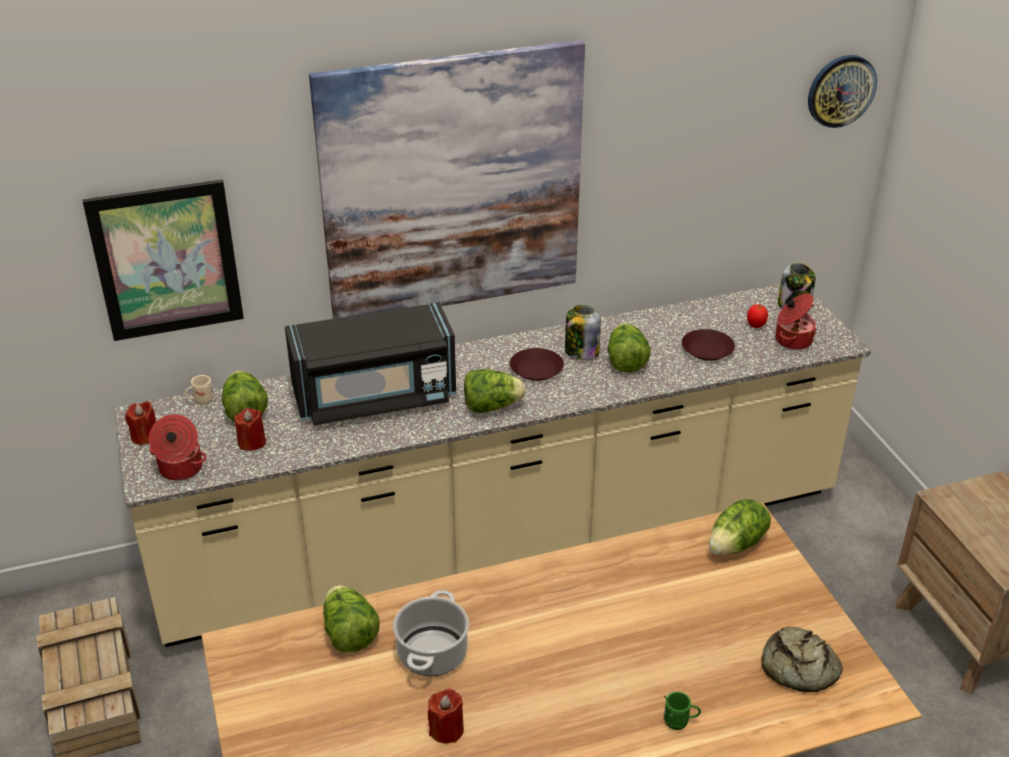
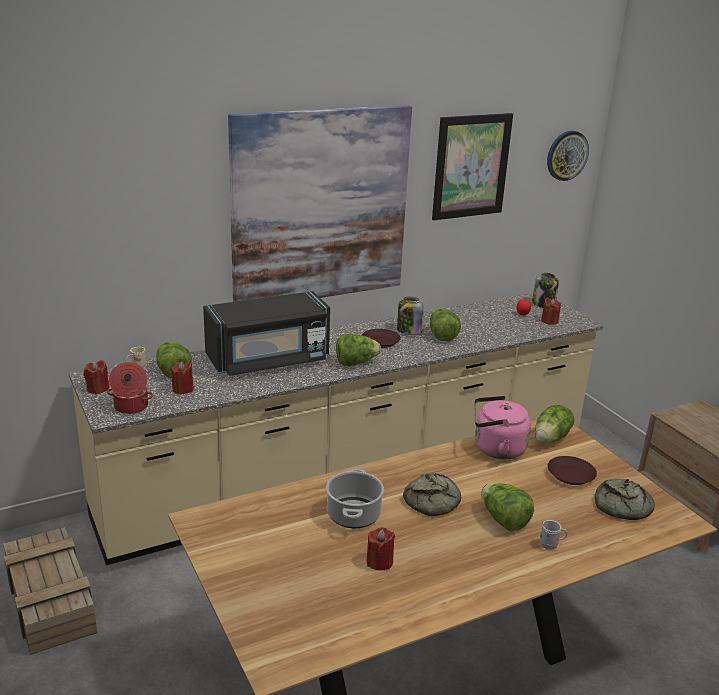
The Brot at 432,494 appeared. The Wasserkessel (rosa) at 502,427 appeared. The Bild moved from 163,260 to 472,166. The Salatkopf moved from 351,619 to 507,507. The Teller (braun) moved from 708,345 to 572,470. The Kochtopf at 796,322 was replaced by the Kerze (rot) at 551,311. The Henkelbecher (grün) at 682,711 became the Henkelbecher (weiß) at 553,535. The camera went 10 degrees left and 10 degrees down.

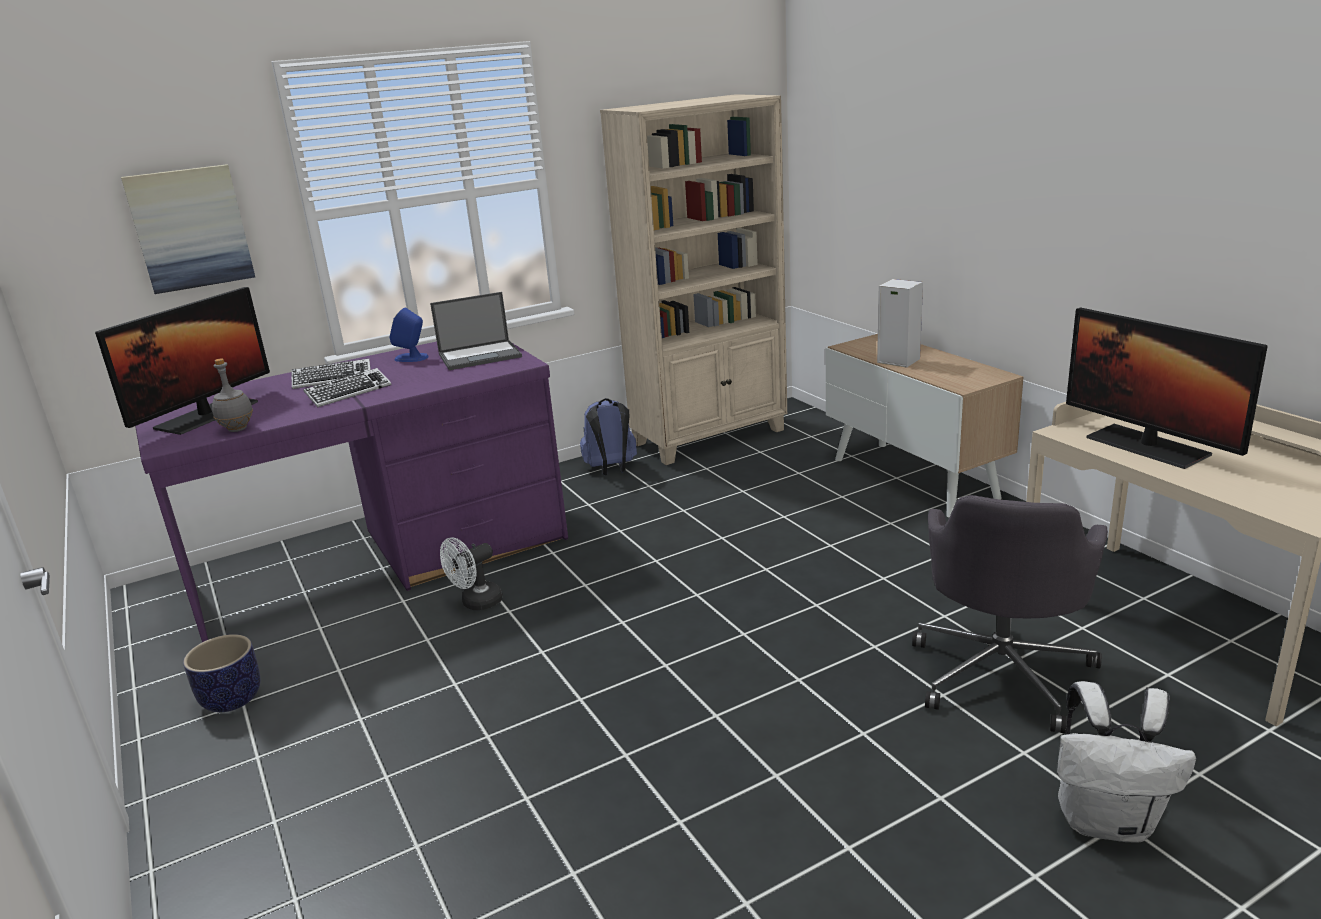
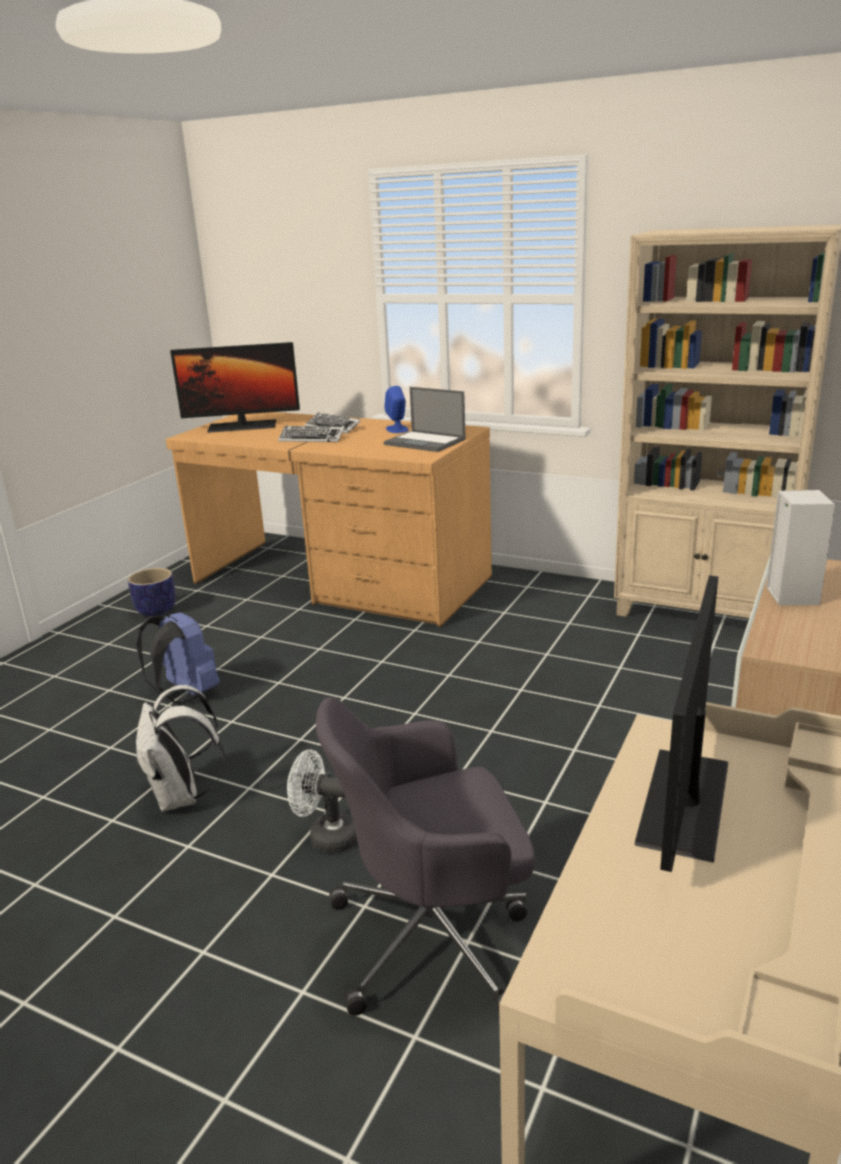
The Bild at 188,229 disappeared. The Flasche (grau) at 232,395 disappeared. The Ventilator (weiß) moved from 471,573 to 322,801. The Rucksack (blau) moved from 608,436 to 178,657. The Rucksack (weiß) moved from 1126,762 to 180,748. The Schreibtisch (lila) at 351,491 became the Schreibtisch (braun) at 329,519. The camera went 55 degrees right and 0 degrees up.

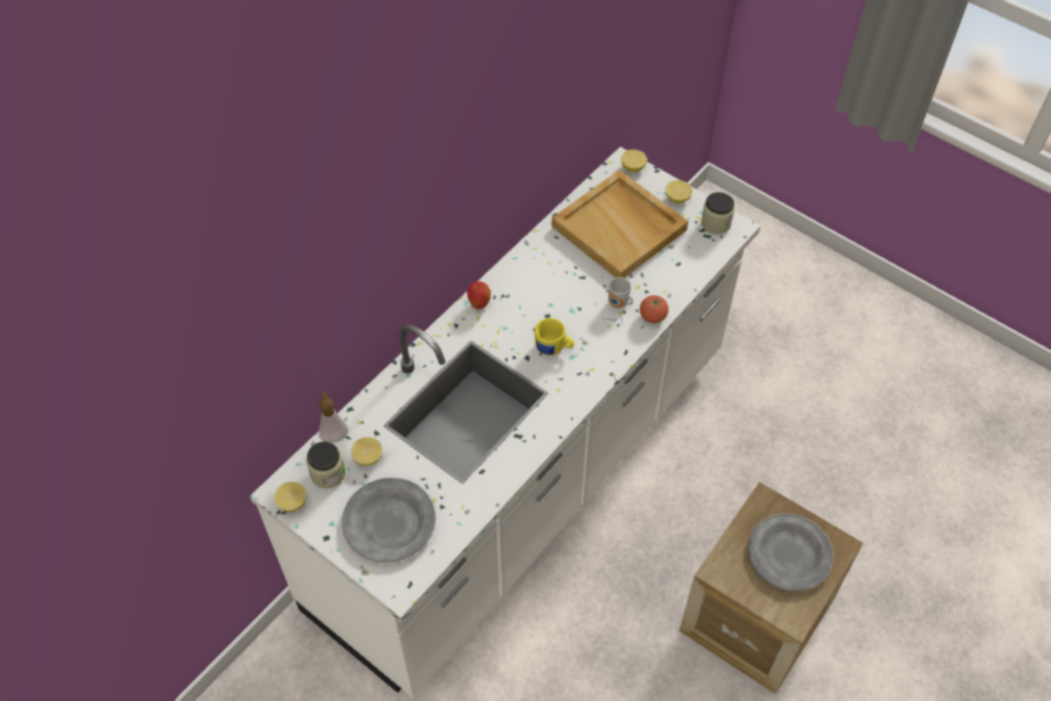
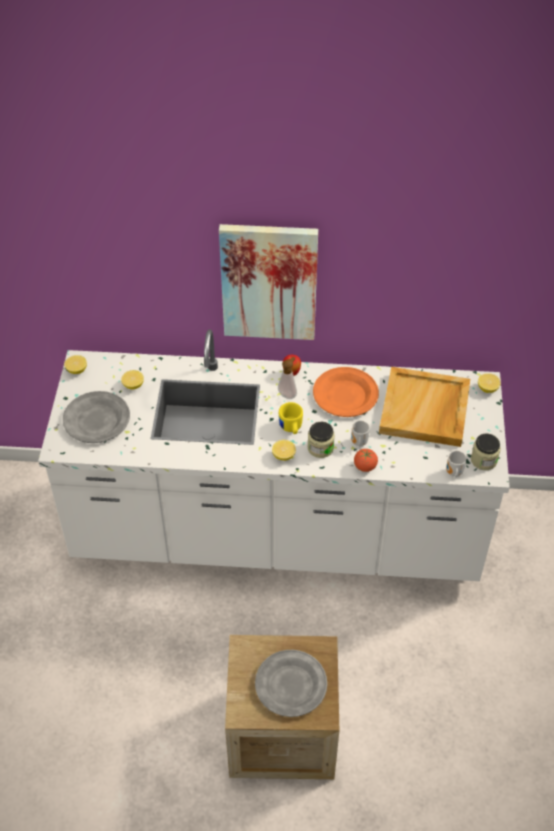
The Bild at 268,282 appeared. The Teller (orange) at 346,392 appeared. The Henkelbecher at 456,464 appeared. The Vorratsglas moved from 326,465 to 321,440. The Seifenspender moved from 333,417 to 287,378. The Zitrone moved from 678,191 to 284,450. The camera went 55 degrees right and 5 degrees down.

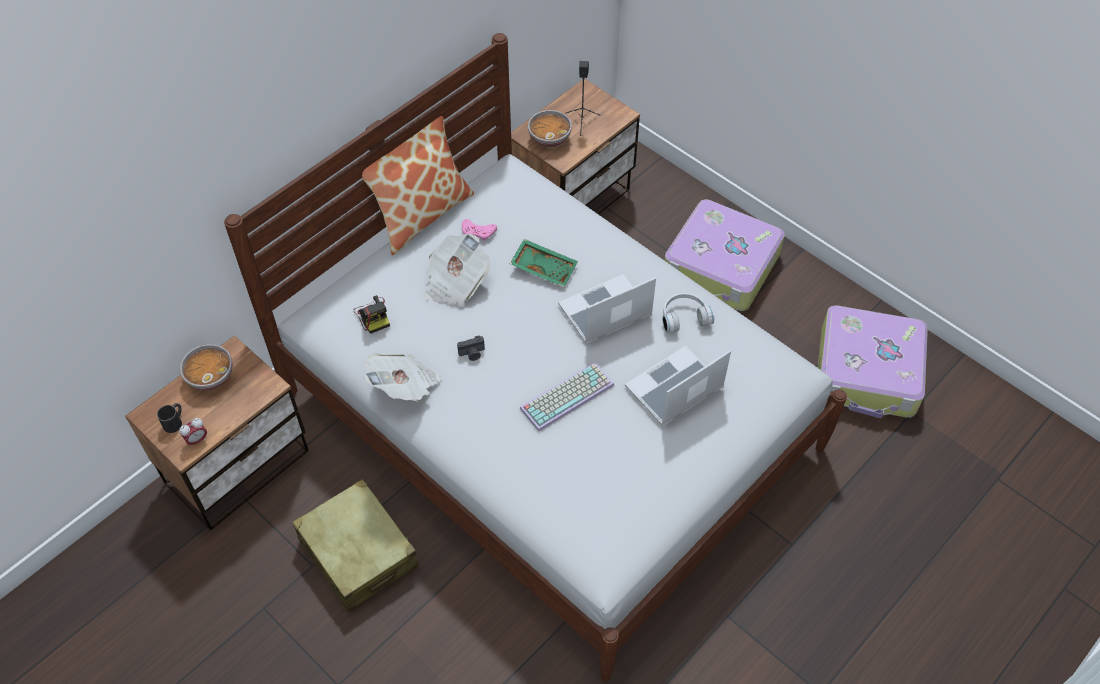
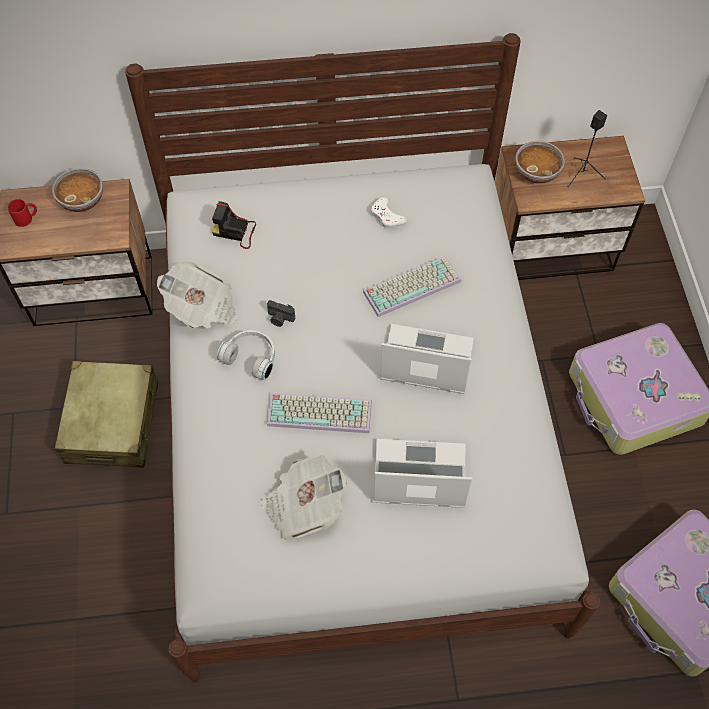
The Wecker at 193,432 disappeared. The Kissen at 418,185 disappeared. The Zeitung moved from 457,270 to 304,497. The Kopfhörer (weiß) moved from 688,313 to 246,355. The Tablett (grün) at 544,263 was replaced by the Tastatur at 412,286. The Henkelbecher (schwarz) at 169,418 became the Henkelbecher (rot) at 22,213. The Gamepad (rosa) at 479,230 became the Gamepad (weiß) at 389,212. The Kamera at 371,314 turned 90 degrees clockwise. The camera went 40 degrees right and 5 degrees up.

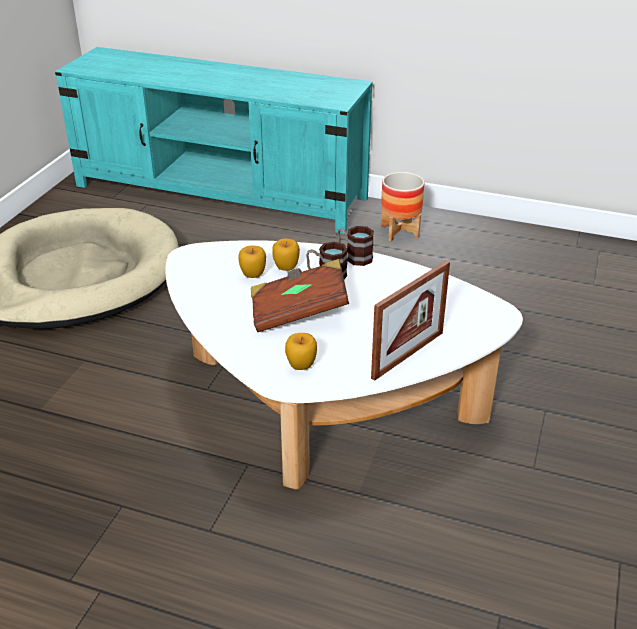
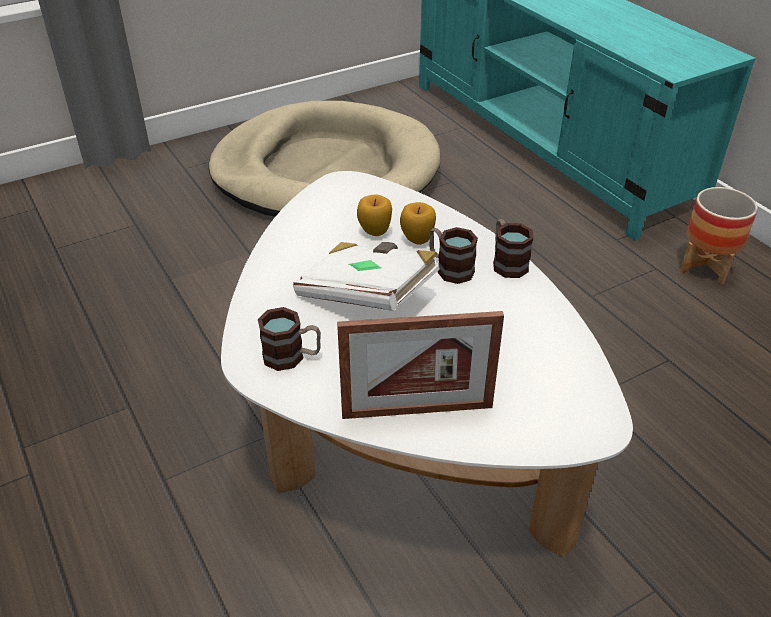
The Apfel at 301,351 was replaced by the Henkelbecher at 289,339. The Buch (braun) at 300,295 became the Buch (weiß) at 366,276. The camera went 40 degrees right and 5 degrees up.

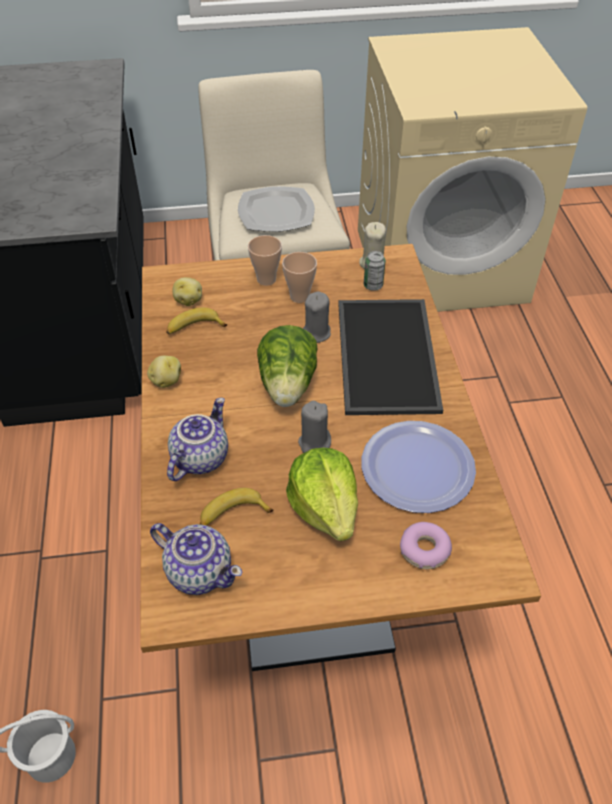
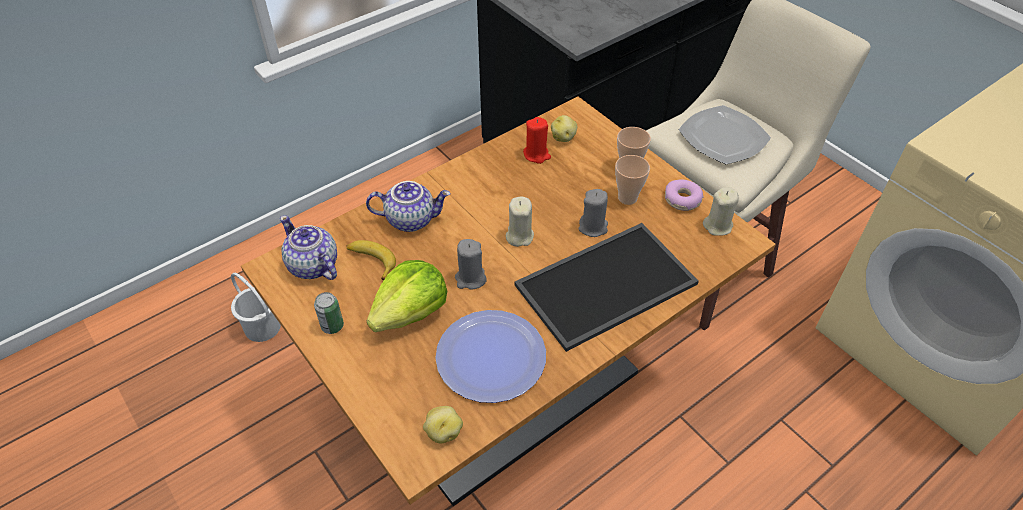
The Kartoffel moved from 164,372 to 443,425. The Dose moved from 375,271 to 329,313. The Donut moved from 426,545 to 684,195. The Banane at 196,320 was replaced by the Kerze (rot) at 537,140. The Salatkopf at 287,366 was replaced by the Kerze (beige) at 519,222. The Teekanne at 196,559 turned 135 degrees clockwise. The camera went 60 degrees right and 0 degrees up.

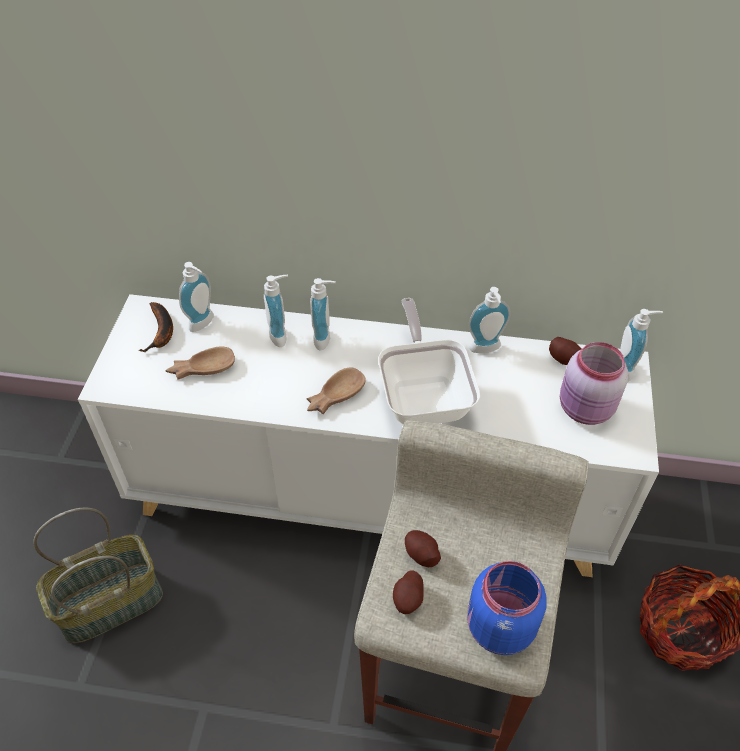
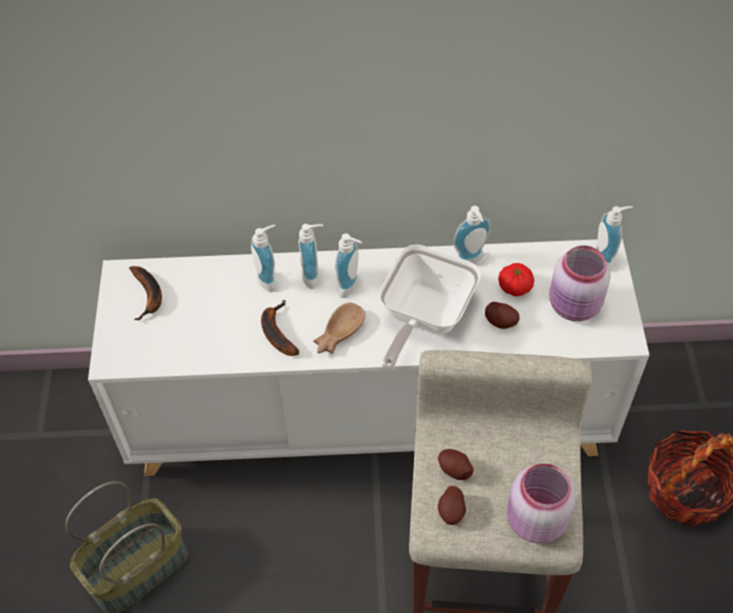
The Schüssel (braun) at 200,363 disappeared. The Banane at 280,328 appeared. The Tomate at 516,279 appeared. The Seifenspender moved from 196,297 to 348,265. The Kartoffel moved from 565,351 to 502,315. The Vorratsglas (blau) at 507,608 became the Vorratsglas (rosa) at 541,503. The Pfanne at 429,361 turned 135 degrees counterclockwise. The camera went 10 degrees left and 5 degrees up.

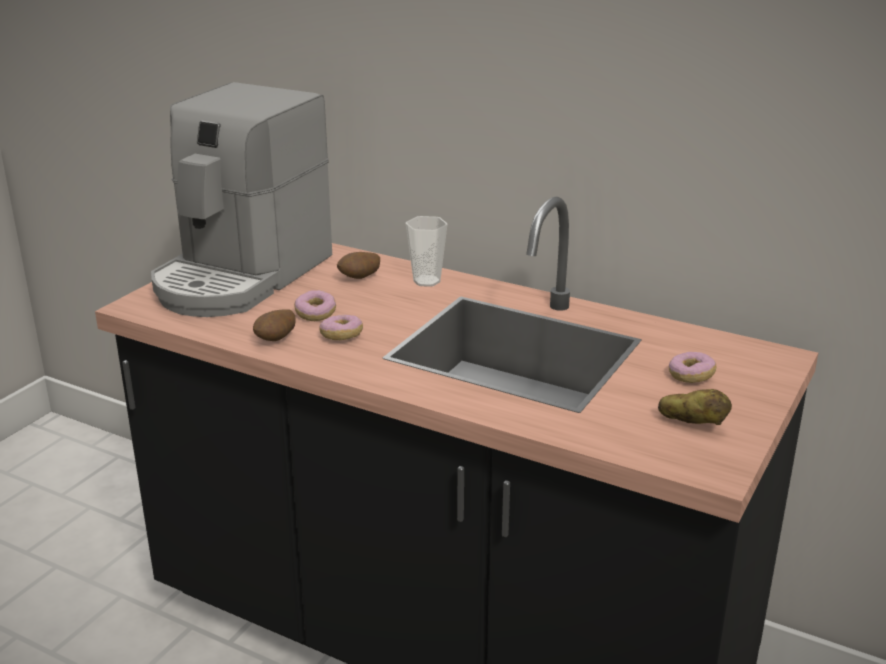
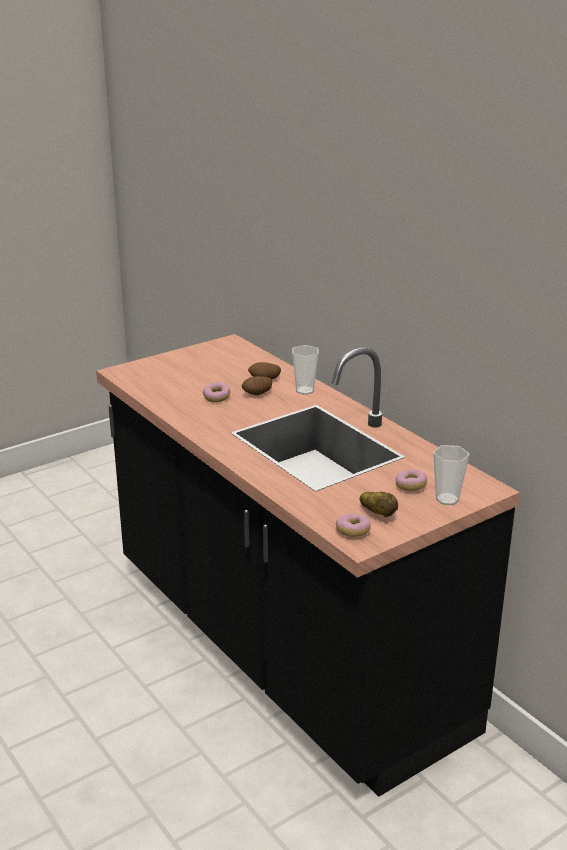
The Kaffeemaschine at 241,199 disappeared. The Tasse at 451,475 appeared. The Kartoffel moved from 274,325 to 257,385. The Donut moved from 341,327 to 353,525. The camera went 25 degrees right and 0 degrees up.

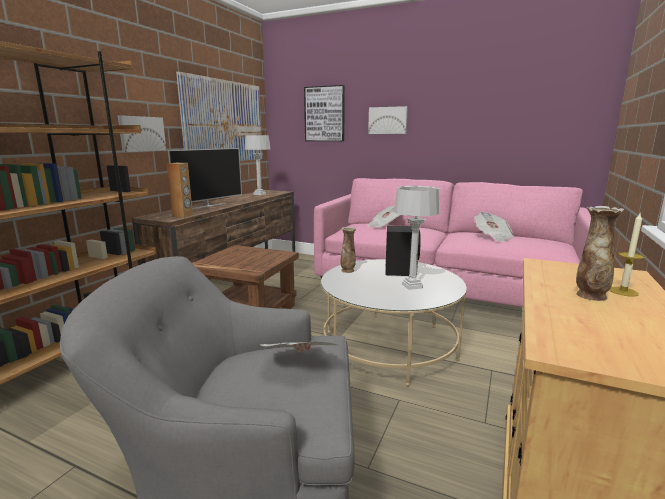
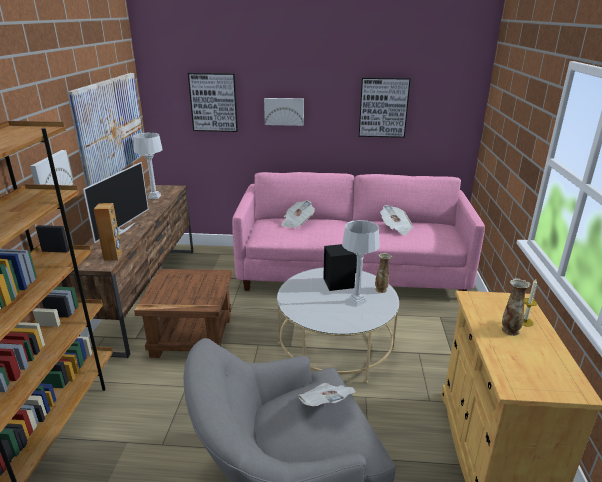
The Bild at 384,107 appeared. The Vase moved from 348,250 to 383,273. The camera went 20 degrees left and 10 degrees up.

